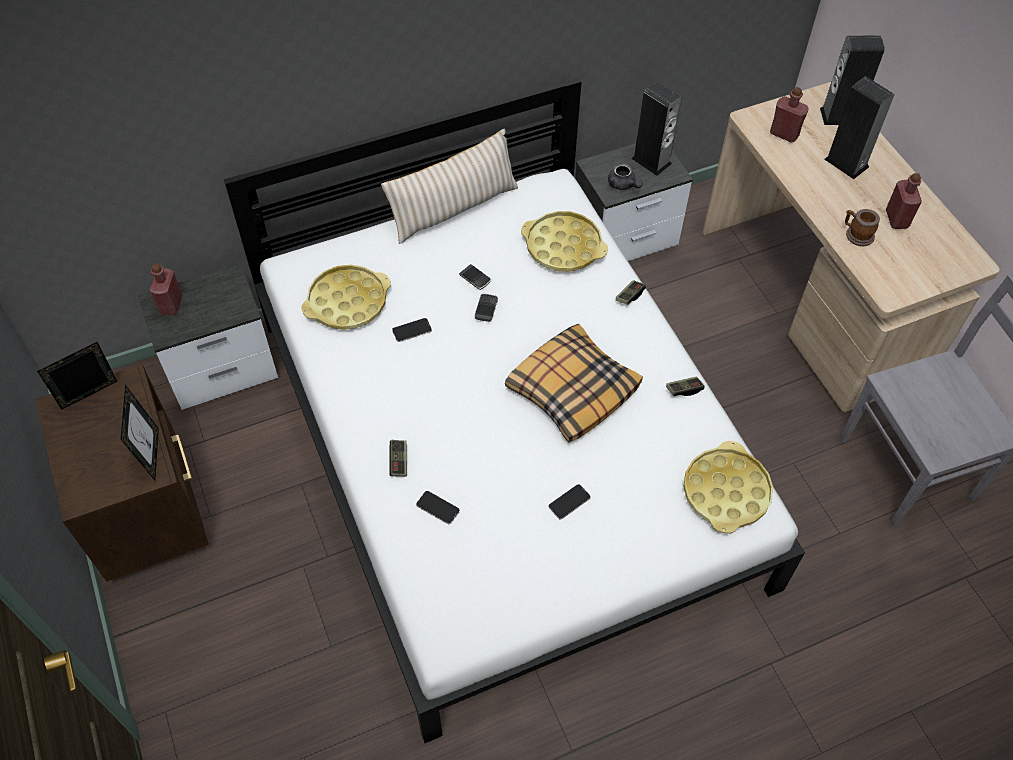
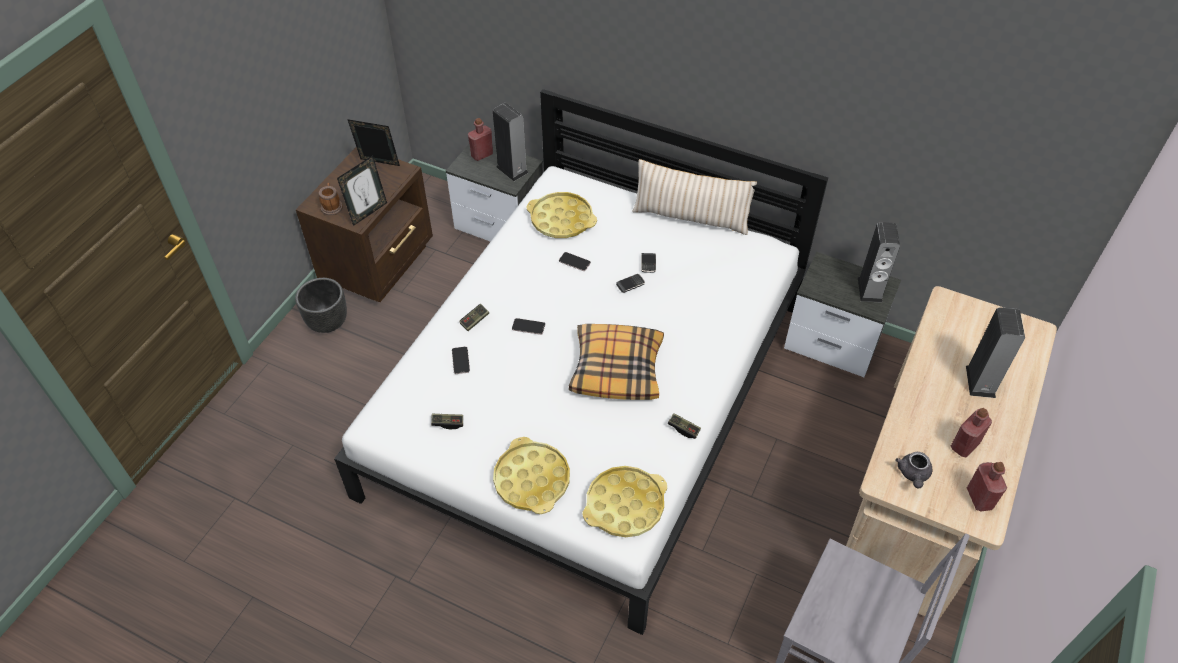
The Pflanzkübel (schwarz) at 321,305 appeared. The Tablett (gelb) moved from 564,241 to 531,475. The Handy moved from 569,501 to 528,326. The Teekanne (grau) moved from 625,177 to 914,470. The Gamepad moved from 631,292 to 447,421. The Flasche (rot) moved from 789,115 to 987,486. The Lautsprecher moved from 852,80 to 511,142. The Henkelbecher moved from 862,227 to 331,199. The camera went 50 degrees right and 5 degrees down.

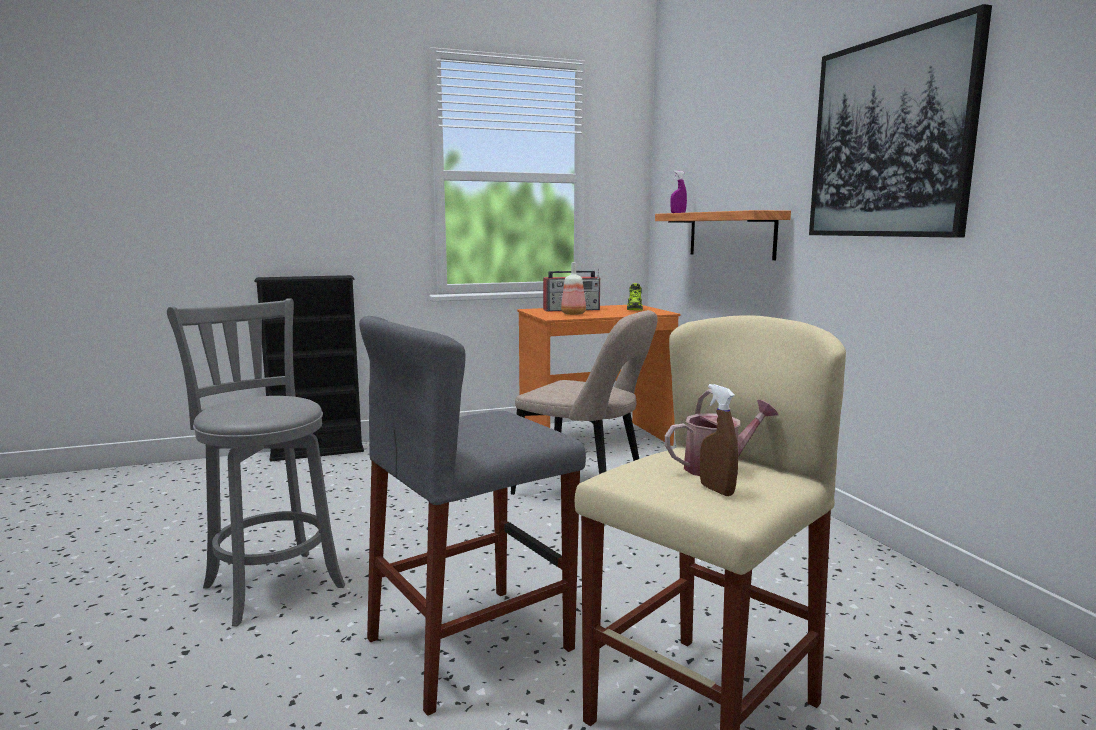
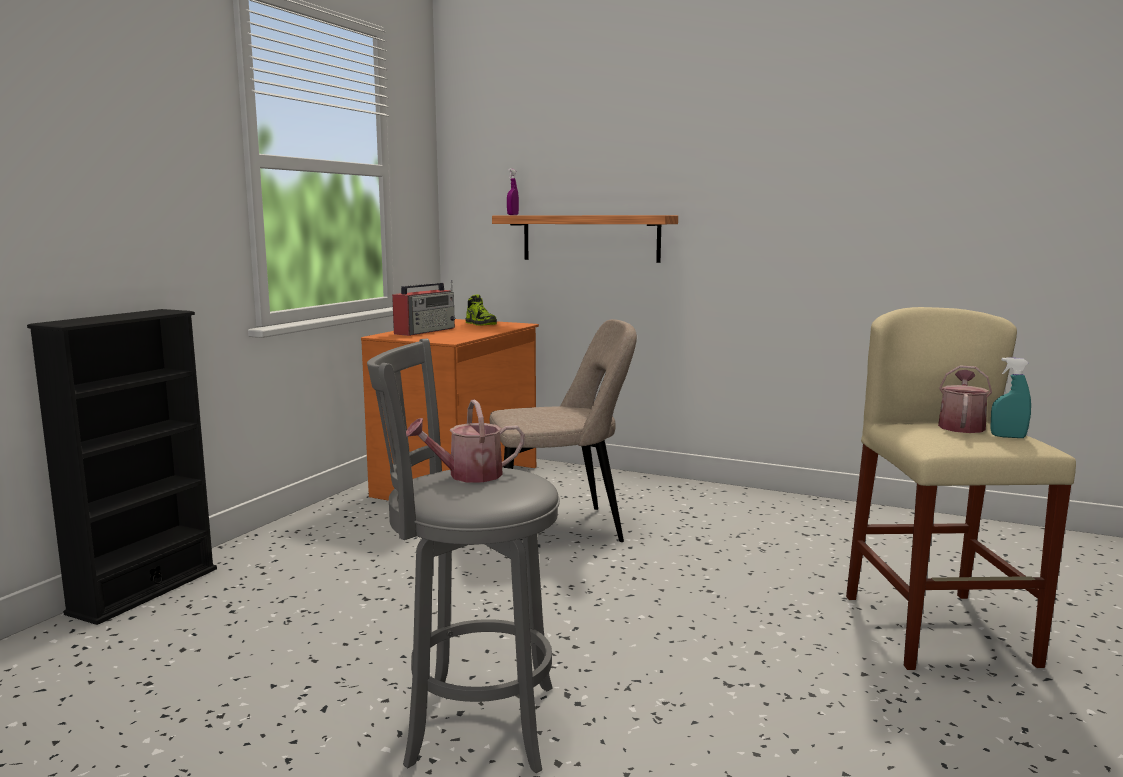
The Hocker (grau) at 472,516 disappeared. The Flasche at 573,288 disappeared. The Bild at 900,121 disappeared. The Gießkanne at 465,441 appeared. The Sprühflasche (braun) at 719,440 became the Sprühflasche (türkis) at 1010,397. The camera went 45 degrees left and 0 degrees up.

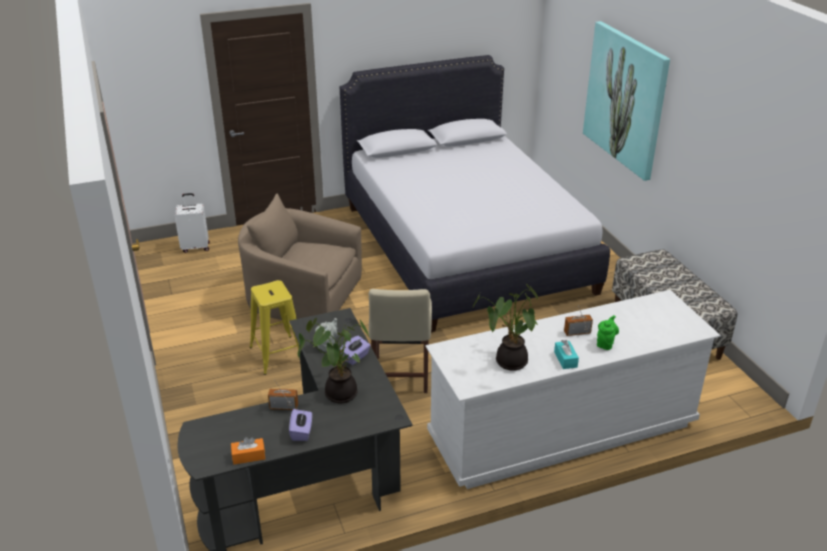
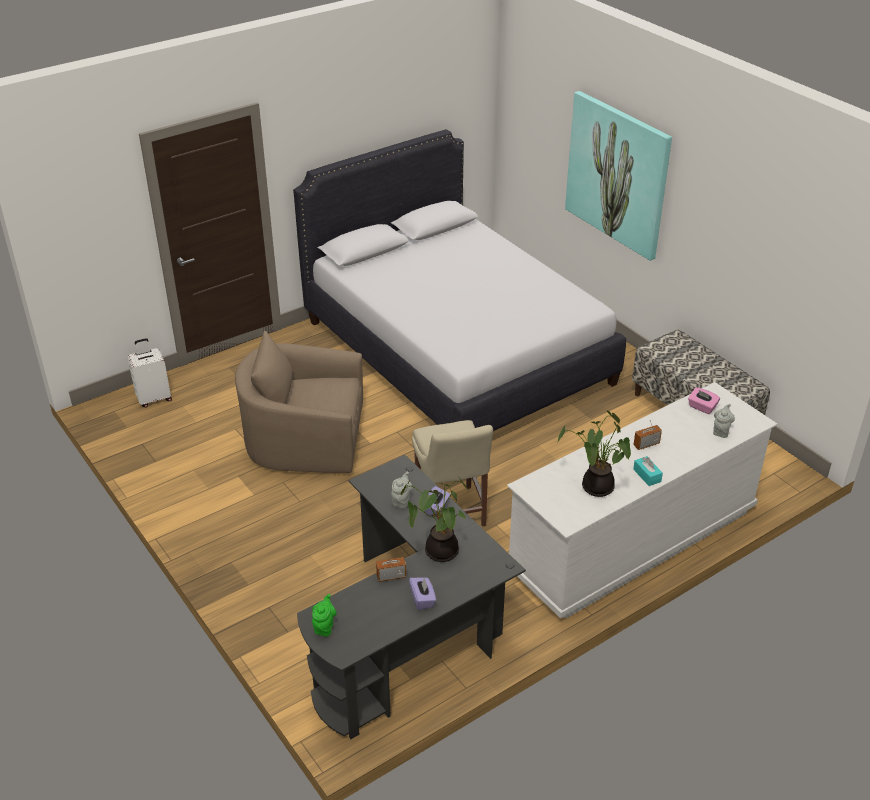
The Taschentuchbox (orange) at 248,451 disappeared. The Hocker (gelb) at 274,327 disappeared. The Taschentuchbox (rosa) at 704,401 appeared. The Teekanne (grau) at 724,421 appeared. The Teekanne (grün) moved from 608,332 to 324,615. The camera went 15 degrees left and 5 degrees up.

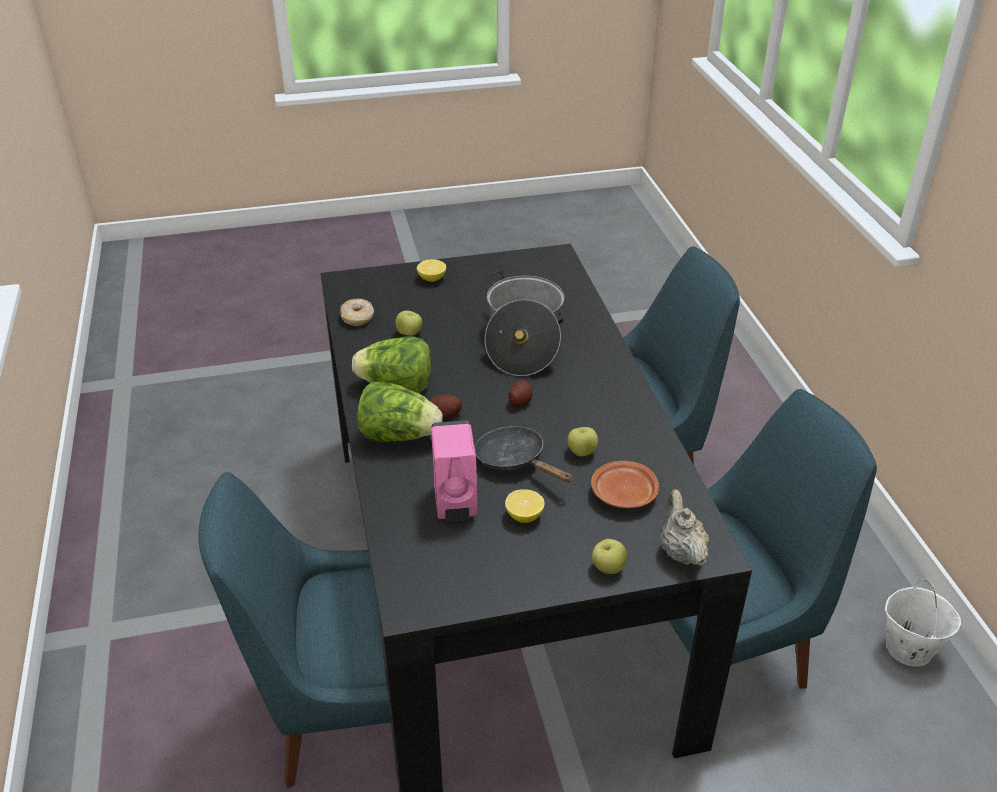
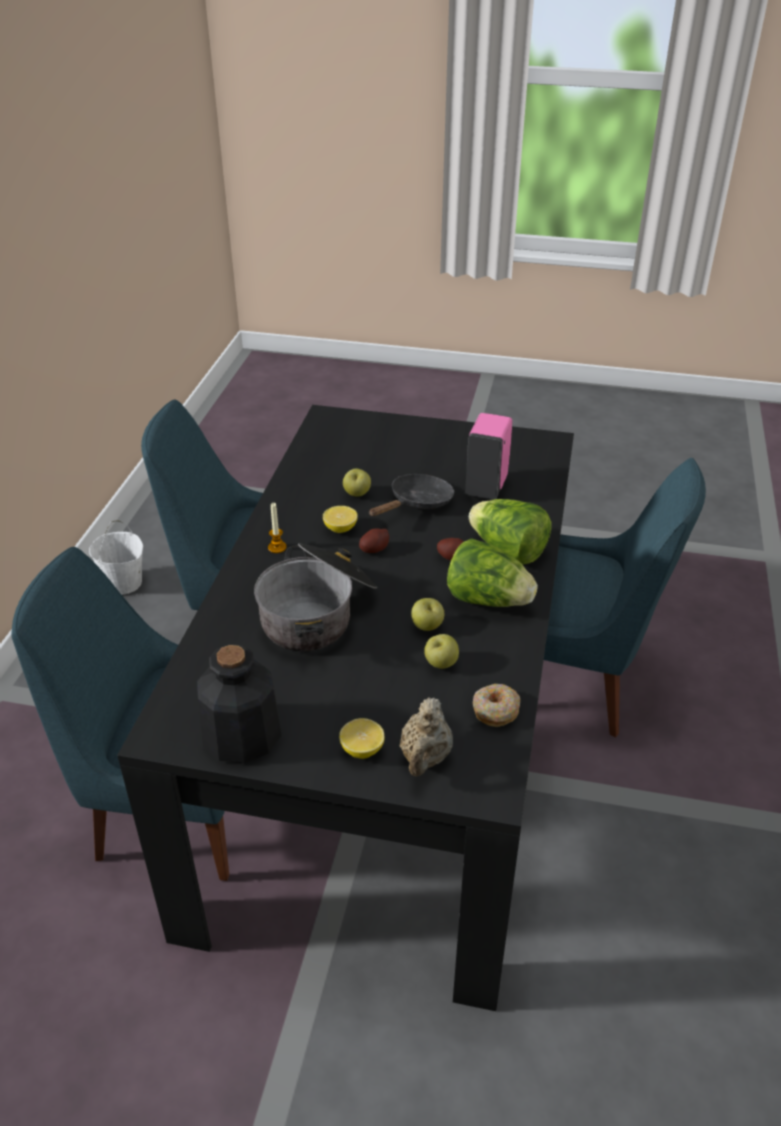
The Teller (braun) at 625,485 disappeared. The Flasche at 239,703 appeared. The Kerze at 277,528 appeared. The Zitrone moved from 525,506 to 340,519. The Apfel moved from 609,556 to 427,614. The Teekanne (beige) moved from 684,527 to 426,737. The Pfanne (schwarz) at 524,454 turned 120 degrees counterclockwise. The camera went 155 degrees left and 0 degrees up.

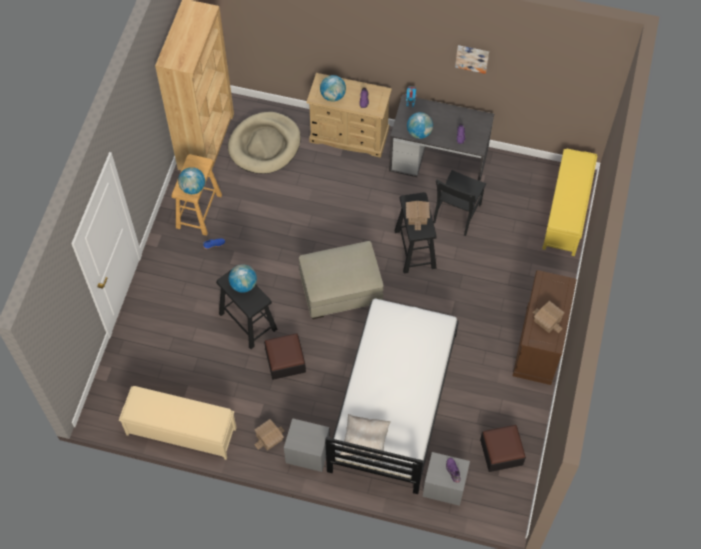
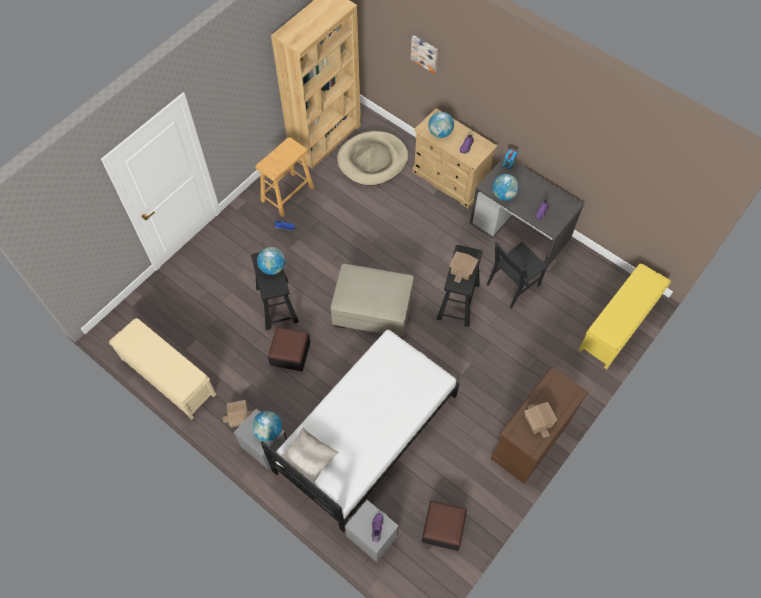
The Globus moved from 191,180 to 267,426. The Bild moved from 472,59 to 424,54. The camera went 25 degrees right and 0 degrees up.

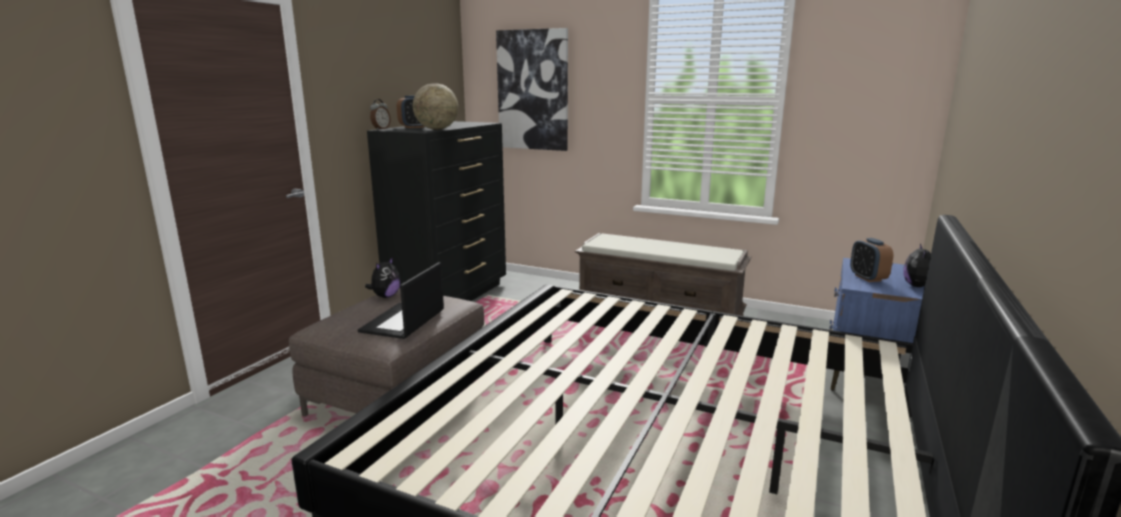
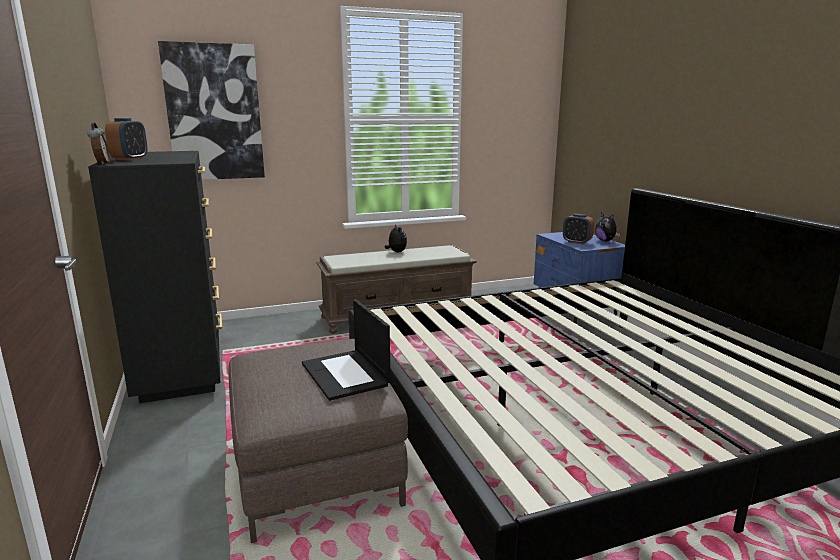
The Globus at 435,106 disappeared. The Plüschtier moved from 383,277 to 396,238. The camera went 45 degrees left and 0 degrees up.

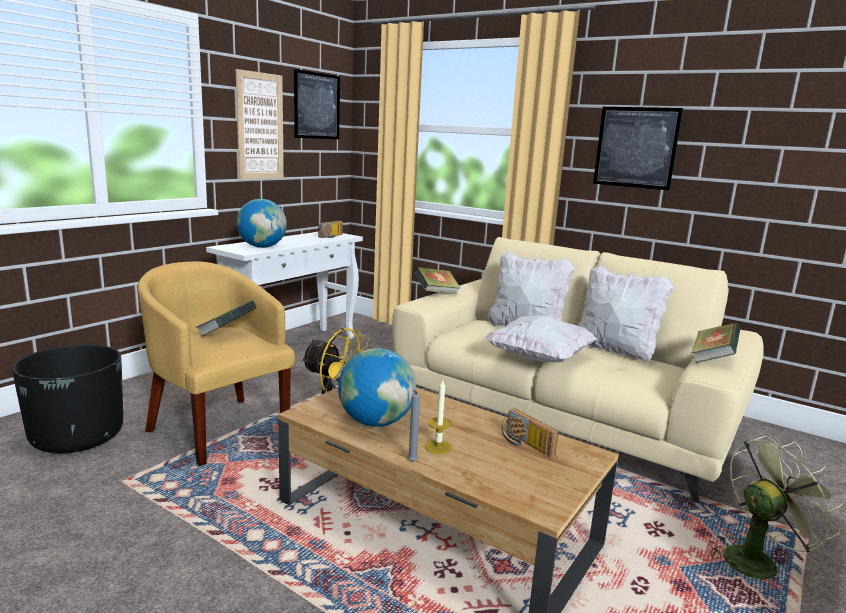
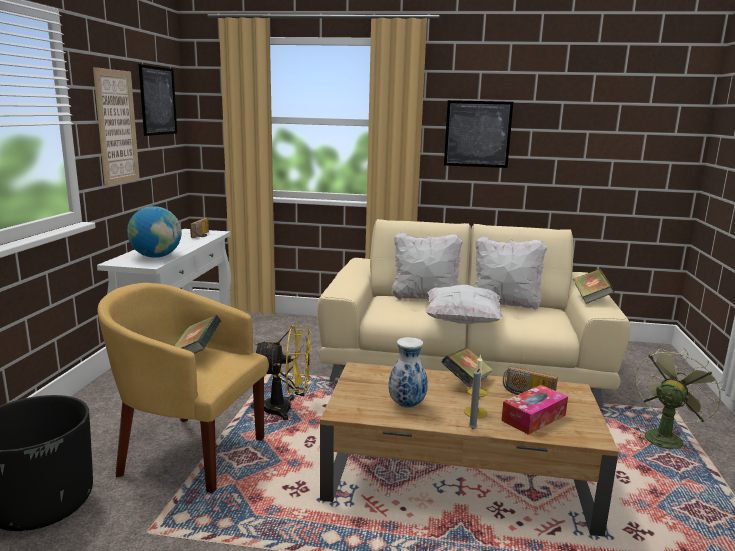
The Taschentuchbox at 534,410 appeared. The Buch moved from 437,280 to 467,367. The Globus at 377,387 was replaced by the Vase at 408,372. The camera went 25 degrees left and 0 degrees up.

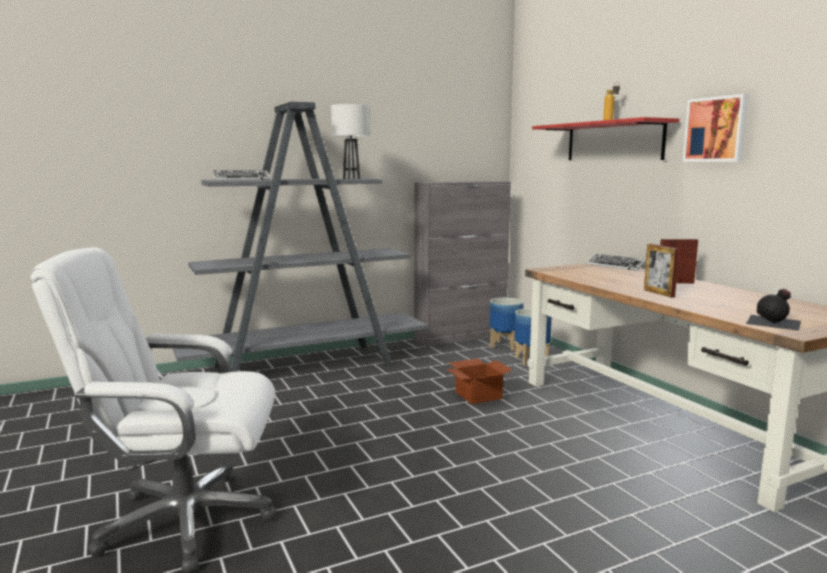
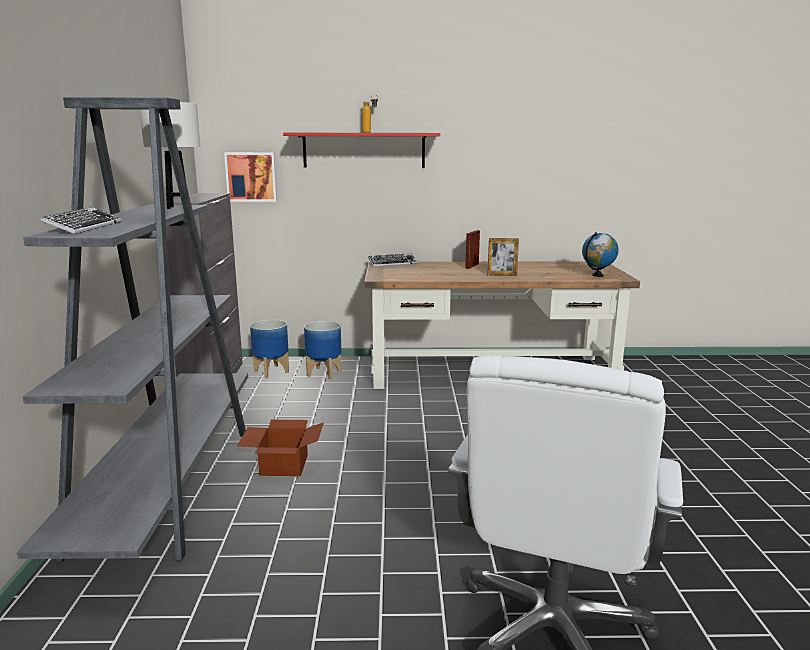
The Karton moved from 479,381 to 280,448. The Bild moved from 716,127 to 250,177. The Flasche (schwarz) at 773,310 was replaced by the Globus at 600,254. The camera went 65 degrees left and 5 degrees up.

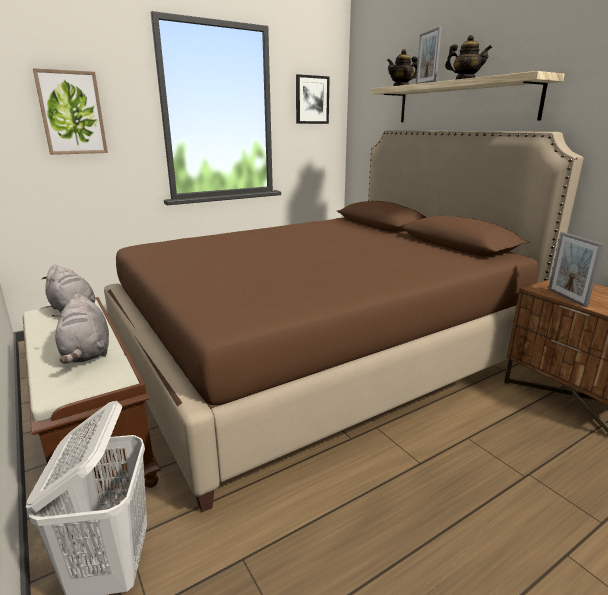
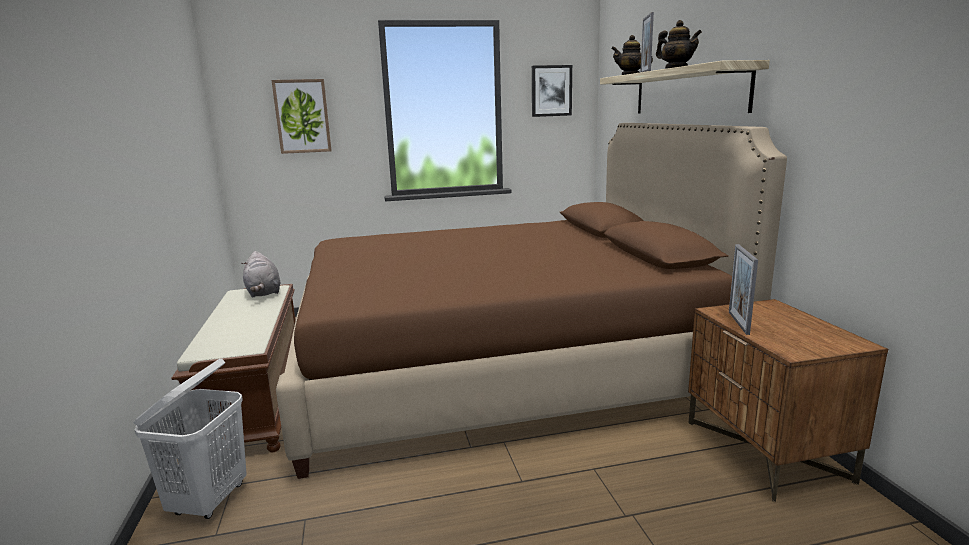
The Plüschtier (grau) at 80,328 disappeared. The camera went 20 degrees right and 5 degrees down.

